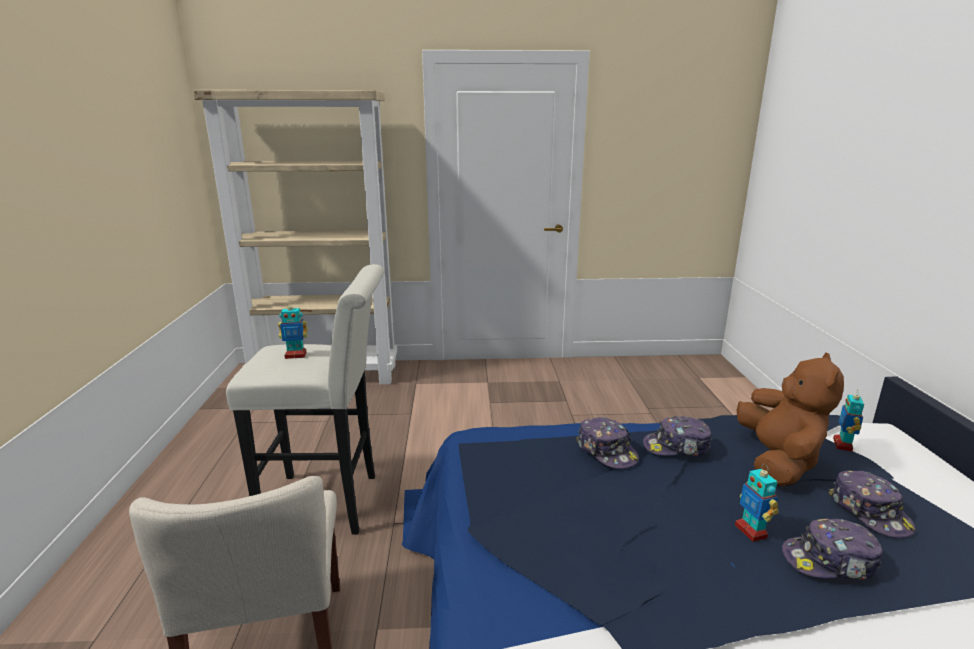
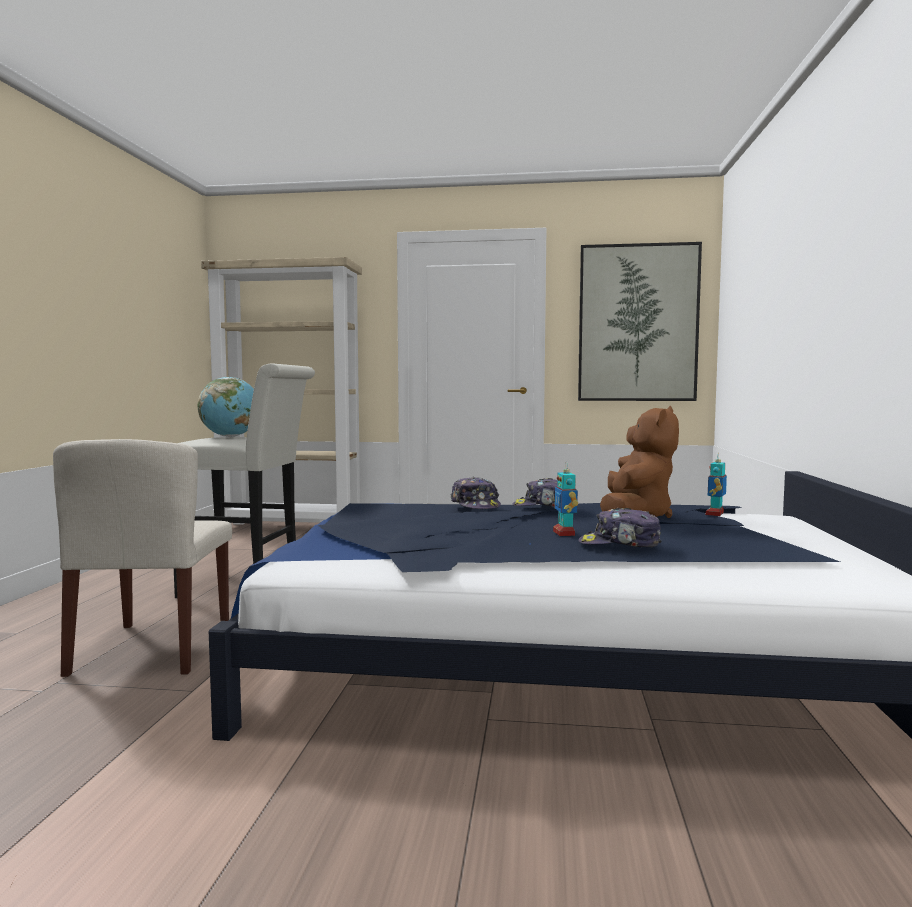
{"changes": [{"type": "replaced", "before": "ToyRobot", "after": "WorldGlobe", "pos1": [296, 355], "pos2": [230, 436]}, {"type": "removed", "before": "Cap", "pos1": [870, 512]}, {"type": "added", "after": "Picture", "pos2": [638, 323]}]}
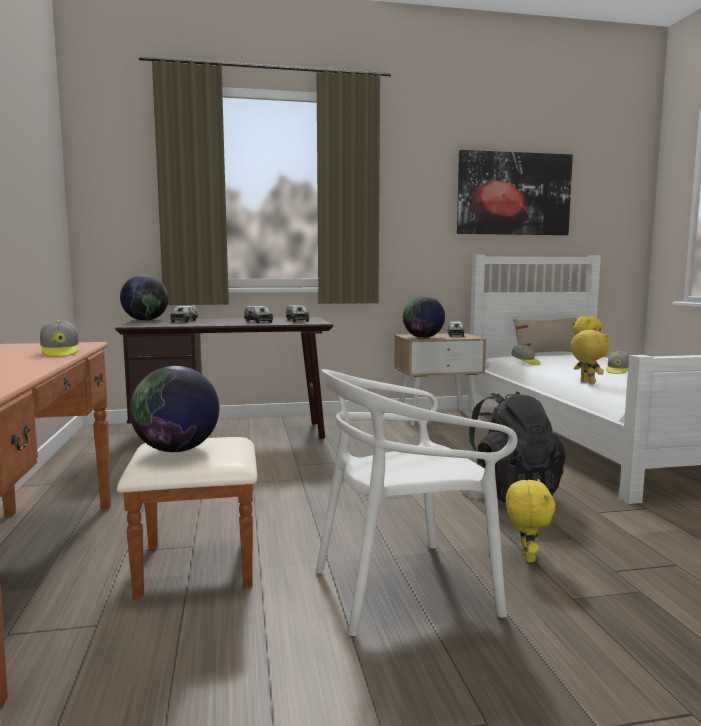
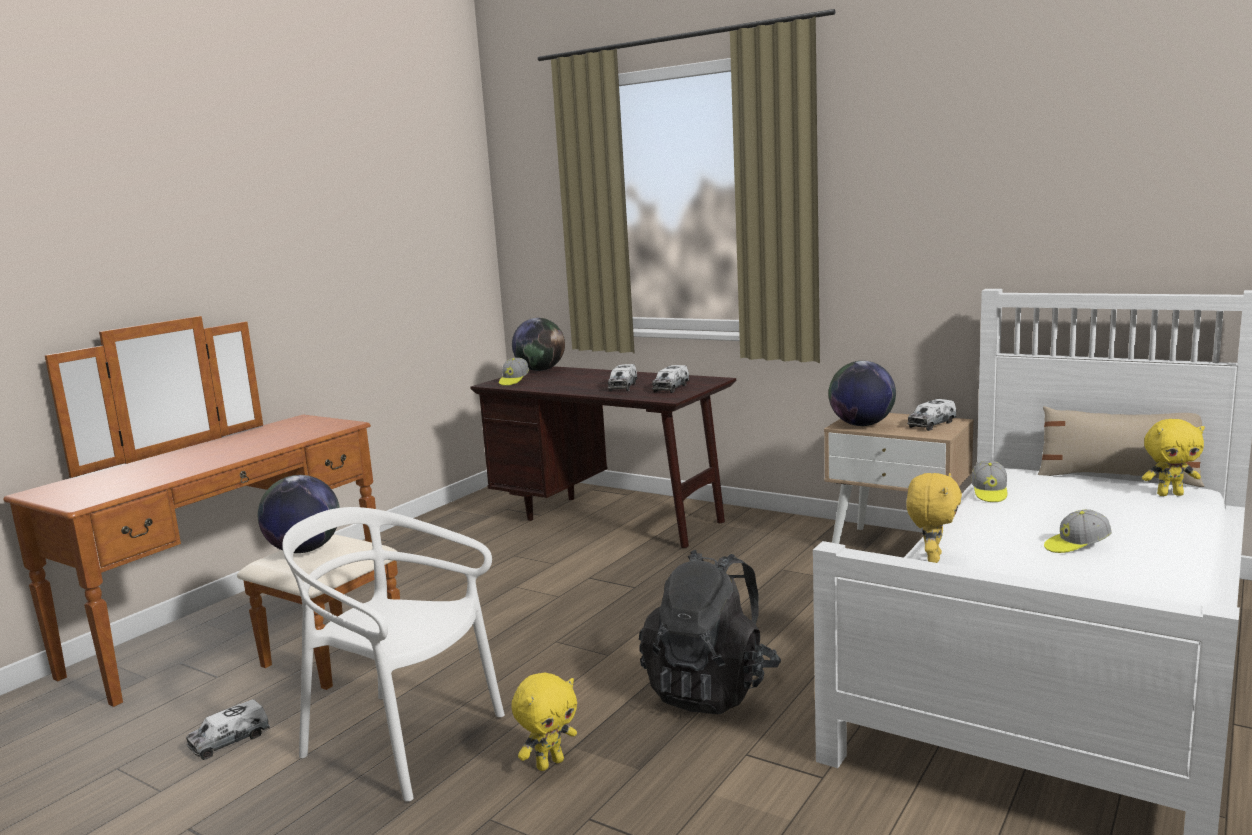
{"changes": [{"type": "removed", "before": "Picture", "pos1": [513, 194]}, {"type": "moved", "before": "ToyTruck", "pos1": [184, 321], "pos2": [229, 741]}, {"type": "moved", "before": "Cap", "pos1": [60, 353], "pos2": [514, 381]}]}
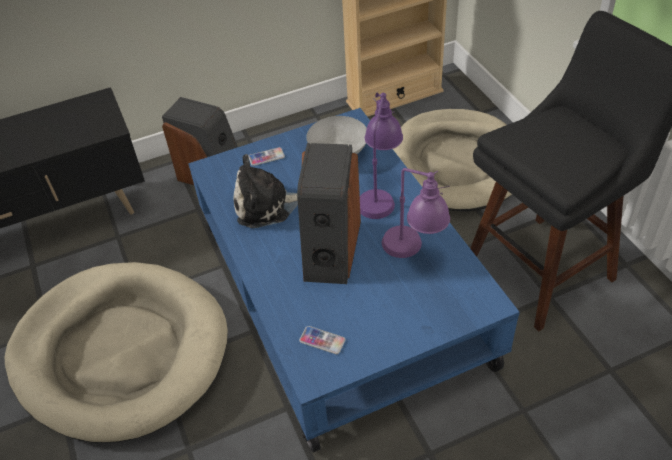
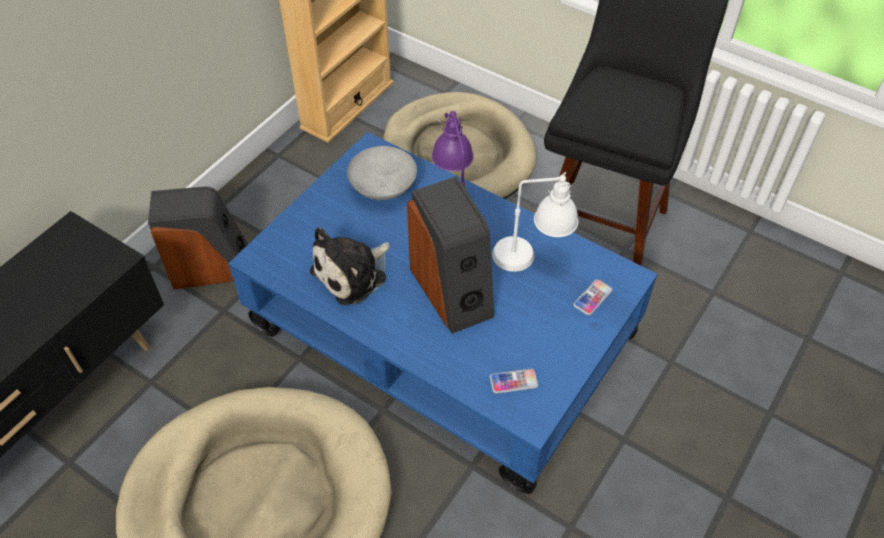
{"changes": [{"type": "moved", "before": "Handset", "pos1": [266, 157], "pos2": [592, 297]}, {"type": "recoloured", "before": "PurpleLampForATable", "after": "WhiteColouredLampForATable", "pos1": [414, 252], "pos2": [531, 259]}]}
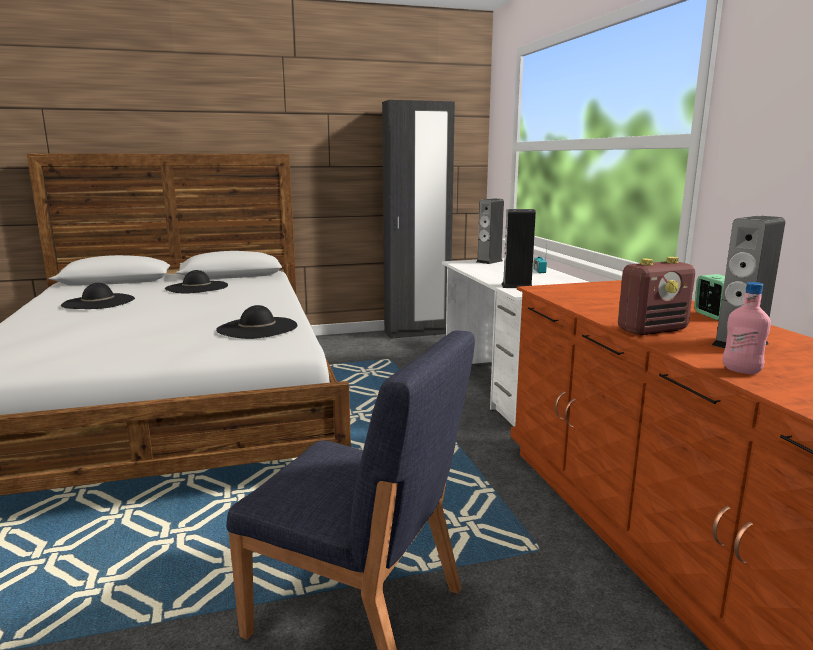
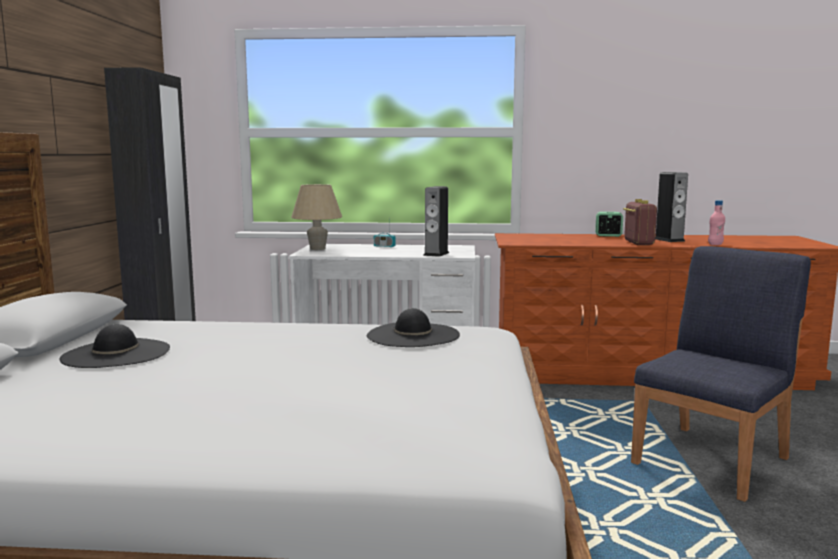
{"changes": [{"type": "replaced", "before": "AudioSpeaker", "after": "BeigeLampForATable", "pos1": [489, 261], "pos2": [317, 249]}, {"type": "removed", "before": "BlackishClothingHat", "pos1": [98, 302]}]}
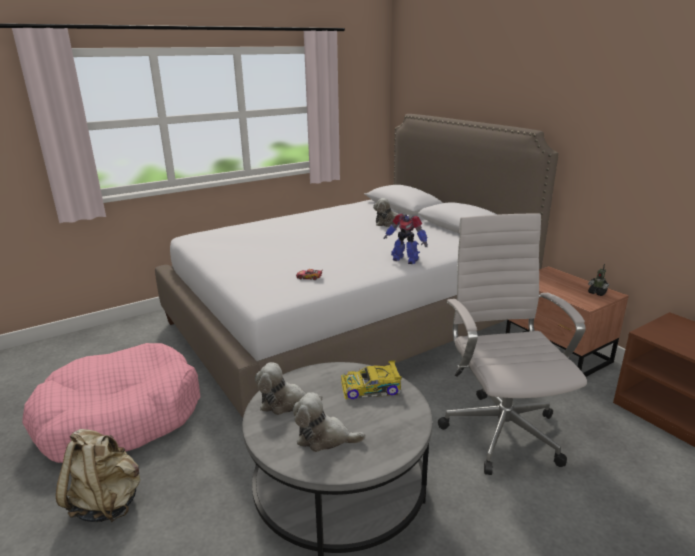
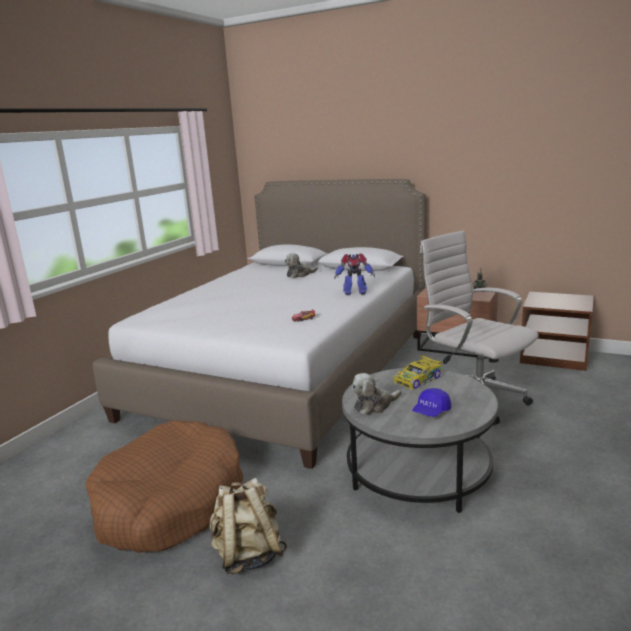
{"changes": [{"type": "recoloured", "before": "PinkDogCushion", "after": "BrownDogCushion", "pos1": [120, 417], "pos2": [170, 502]}, {"type": "replaced", "before": "CuddlyToy", "after": "BlueColouredCap", "pos1": [324, 438], "pos2": [431, 412]}]}
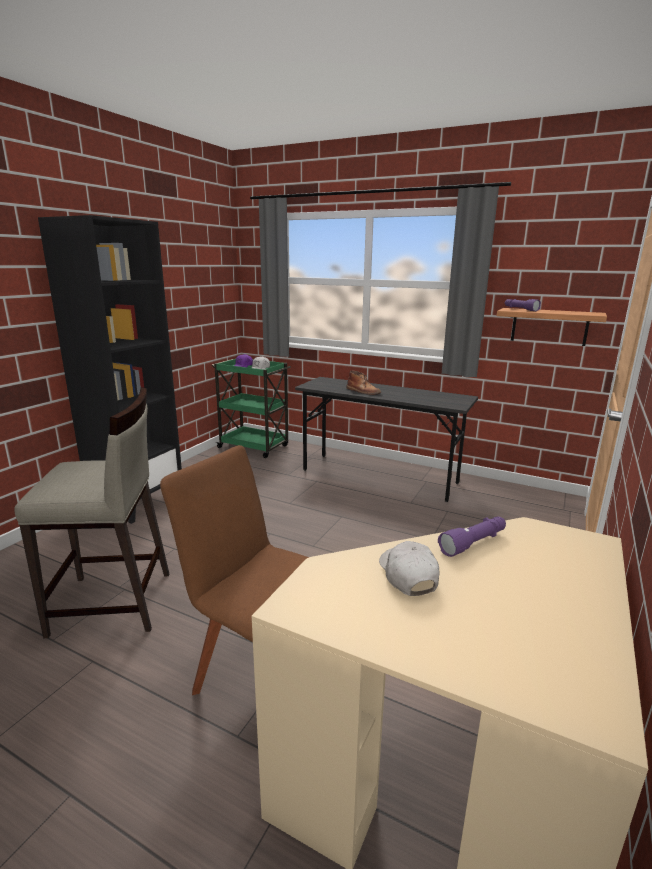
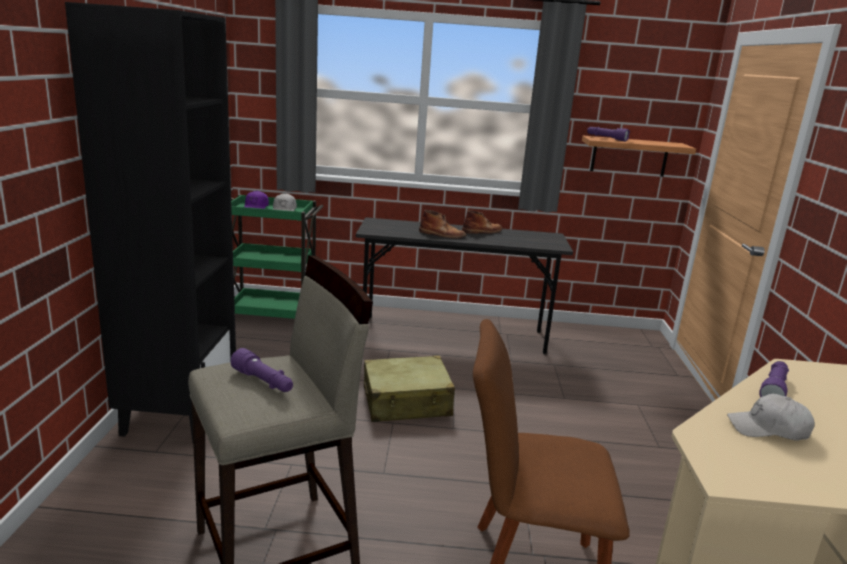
{"changes": [{"type": "turned", "before": "WhiteColouredCap", "pos1": [407, 575], "pos2": [768, 429], "turn": -45}, {"type": "added", "after": "BrownHighTopBoot", "pos2": [483, 231]}, {"type": "added", "after": "PurpleTorch", "pos2": [263, 382]}, {"type": "added", "after": "BeigeSuitcase", "pos2": [407, 402]}]}
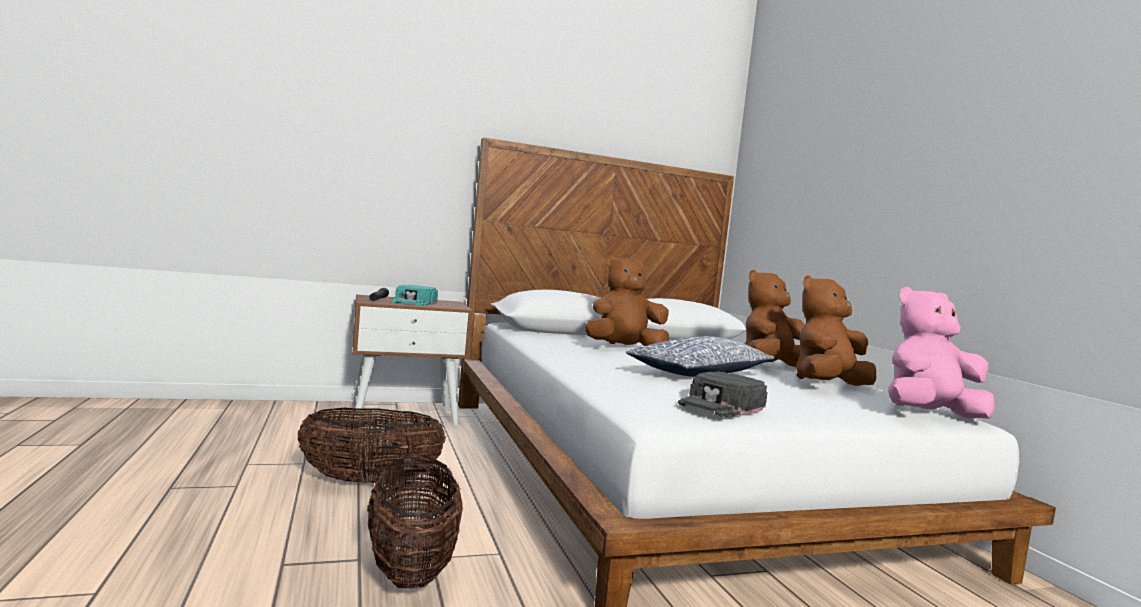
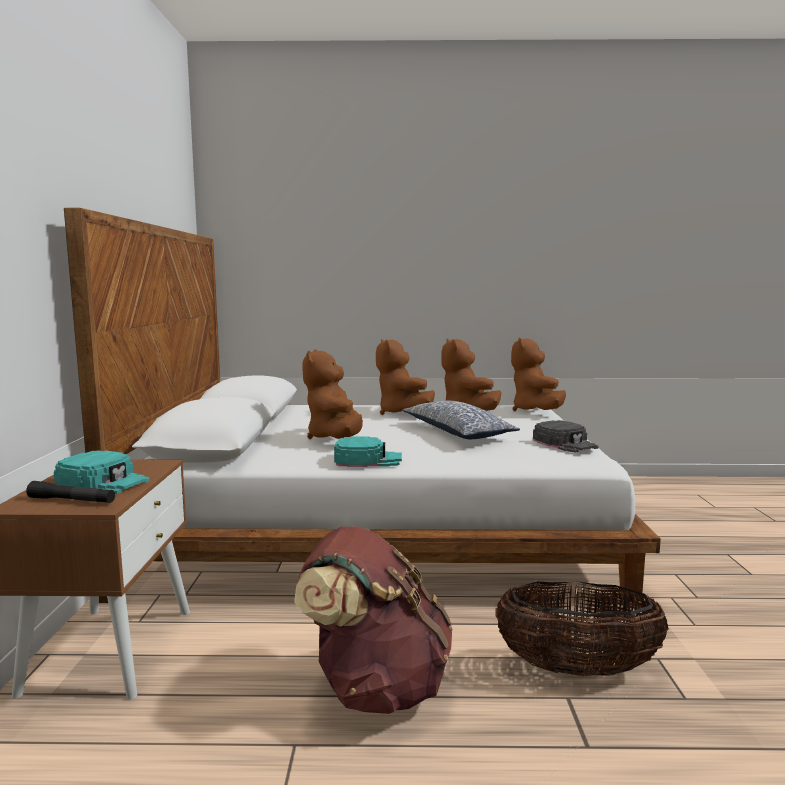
{"changes": [{"type": "recoloured", "before": "PinkCuddlyToy", "after": "BrownCuddlyToy", "pos1": [929, 415], "pos2": [535, 411]}, {"type": "replaced", "before": "Basket", "after": "BrownBackpack", "pos1": [370, 482], "pos2": [375, 687]}, {"type": "added", "after": "TurquoiseCap", "pos2": [368, 460]}]}
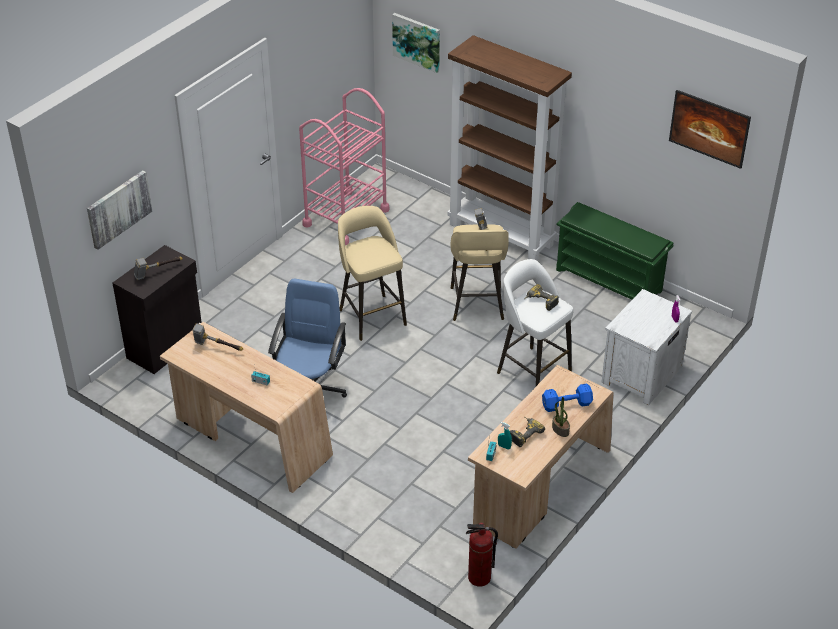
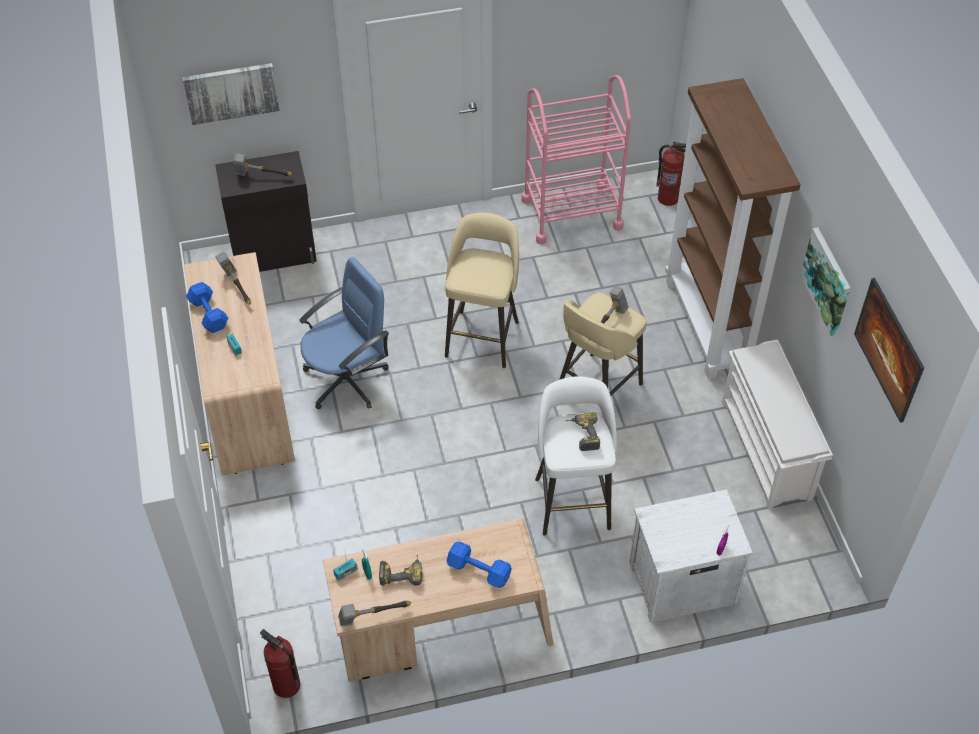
{"changes": [{"type": "moved", "before": "Picture", "pos1": [417, 41], "pos2": [827, 281]}, {"type": "recoloured", "before": "GreenShoeRack", "after": "WhiteColouredShoeRack", "pos1": [610, 280], "pos2": [767, 450]}, {"type": "removed", "before": "Houseplant", "pos1": [560, 429]}, {"type": "added", "after": "Extinguisher", "pos2": [668, 198]}, {"type": "added", "after": "BlueColouredHandWeight", "pos2": [208, 313]}, {"type": "added", "after": "HandHammer", "pos2": [372, 617]}]}
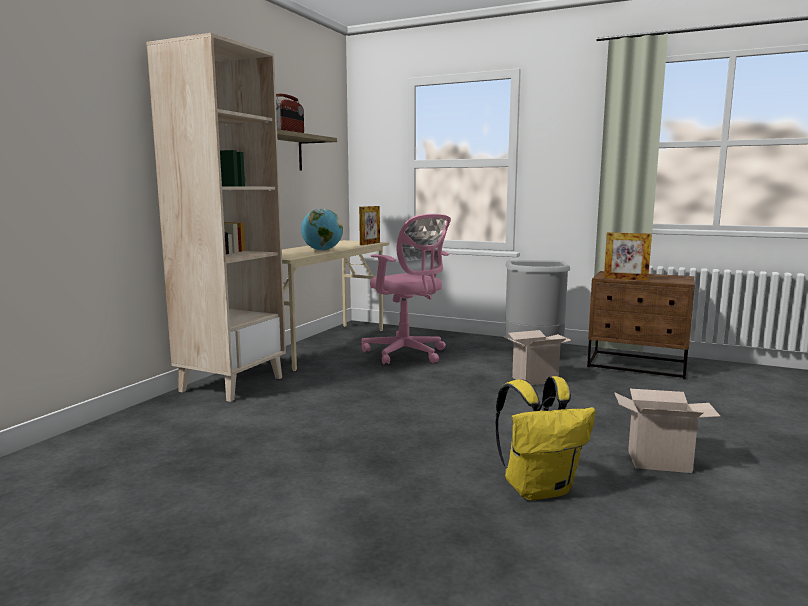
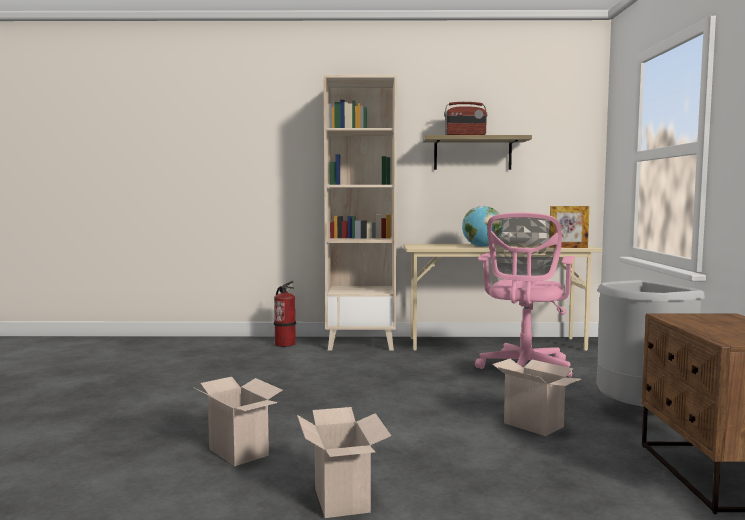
{"changes": [{"type": "removed", "before": "StandingFrame", "pos1": [625, 279]}, {"type": "replaced", "before": "YellowishBackpack", "after": "PackingBox", "pos1": [539, 489], "pos2": [241, 452]}, {"type": "added", "after": "Extinguisher", "pos2": [285, 344]}]}
